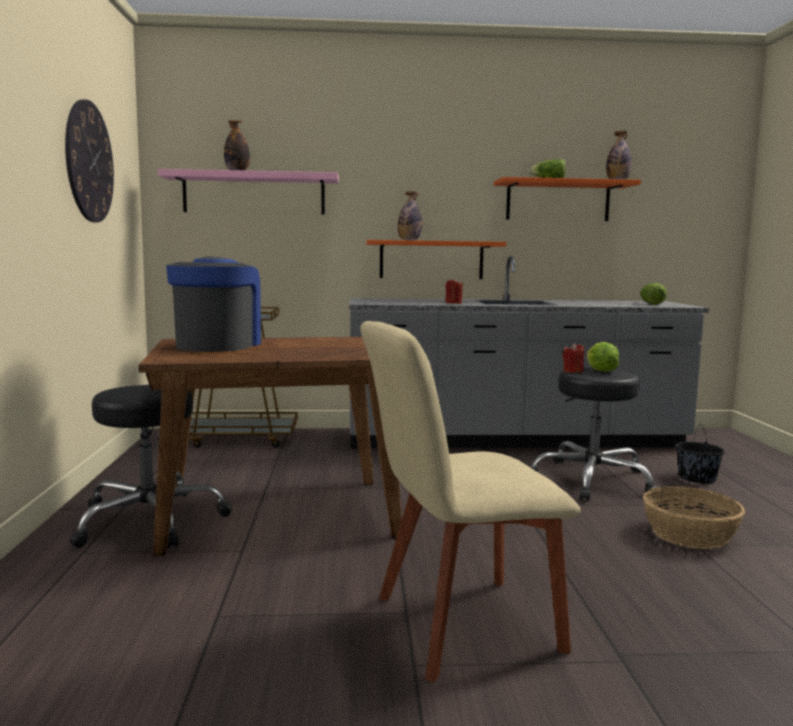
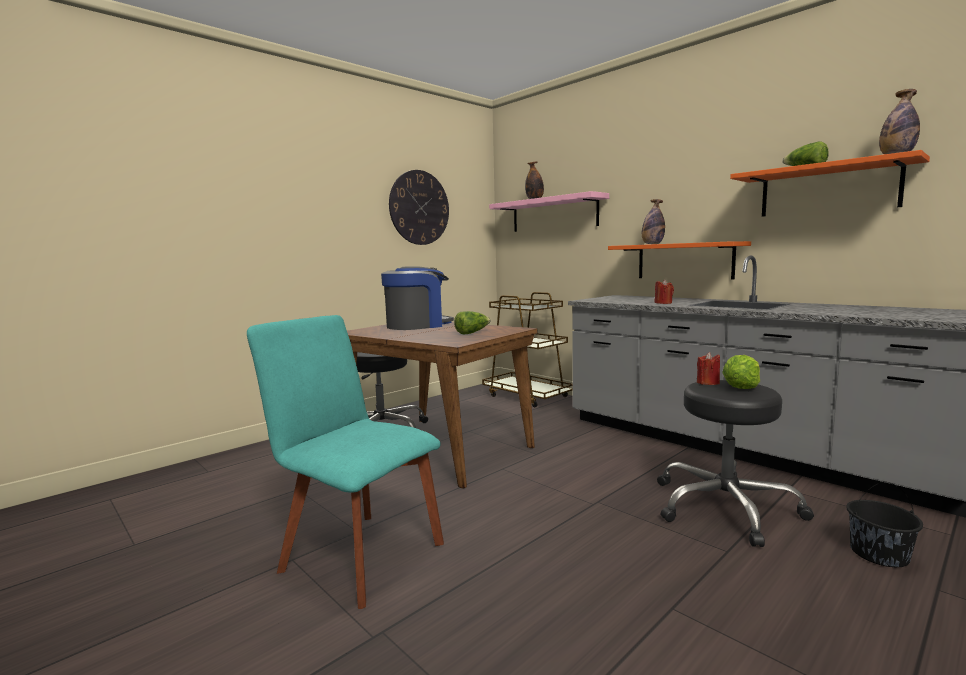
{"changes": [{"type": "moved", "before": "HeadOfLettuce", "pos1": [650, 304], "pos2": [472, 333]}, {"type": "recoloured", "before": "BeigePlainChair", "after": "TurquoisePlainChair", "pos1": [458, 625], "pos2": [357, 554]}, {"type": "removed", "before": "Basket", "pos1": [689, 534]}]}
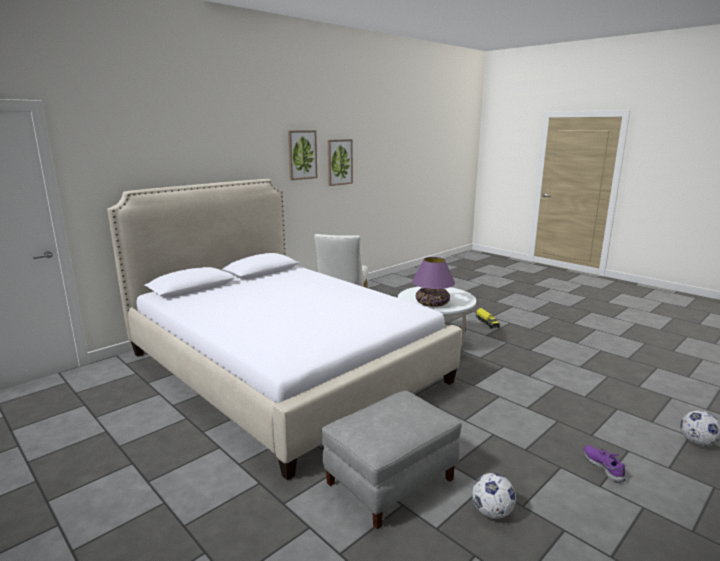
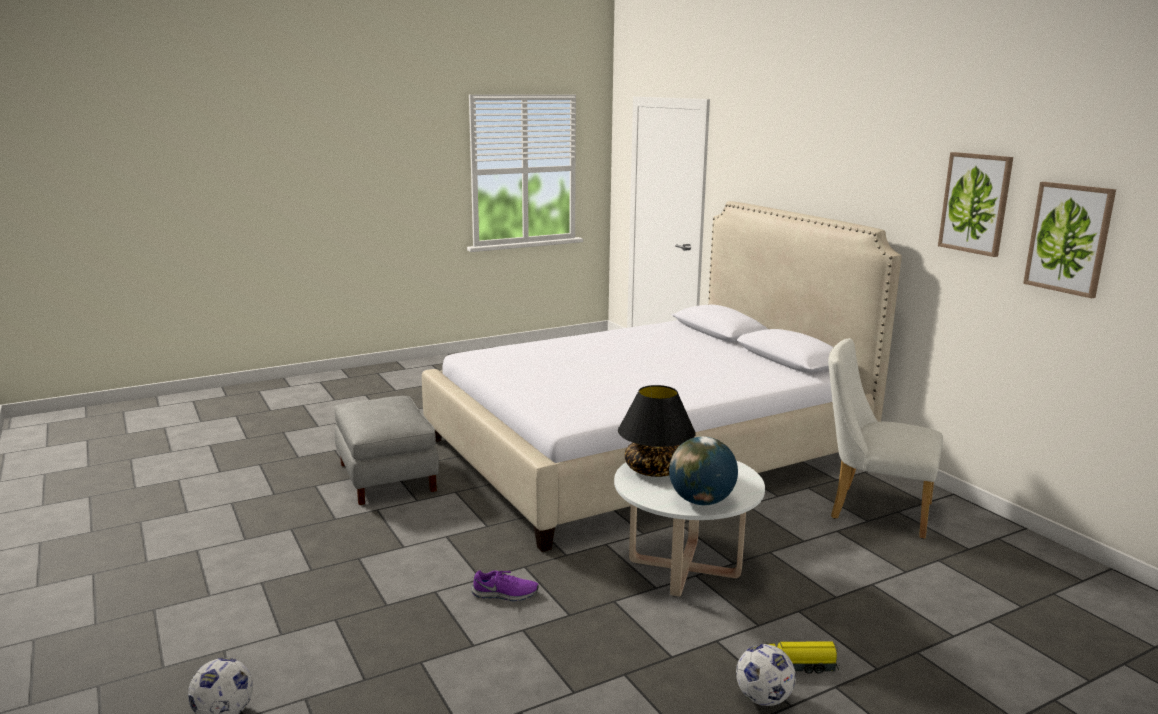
{"changes": [{"type": "recoloured", "before": "PurpleLampForATable", "after": "BlackishLampForATable", "pos1": [432, 304], "pos2": [655, 469]}, {"type": "moved", "before": "PurpleLowShoe", "pos1": [603, 466], "pos2": [505, 594]}, {"type": "moved", "before": "Football", "pos1": [492, 512], "pos2": [763, 699]}, {"type": "added", "after": "WorldGlobe", "pos2": [702, 501]}]}
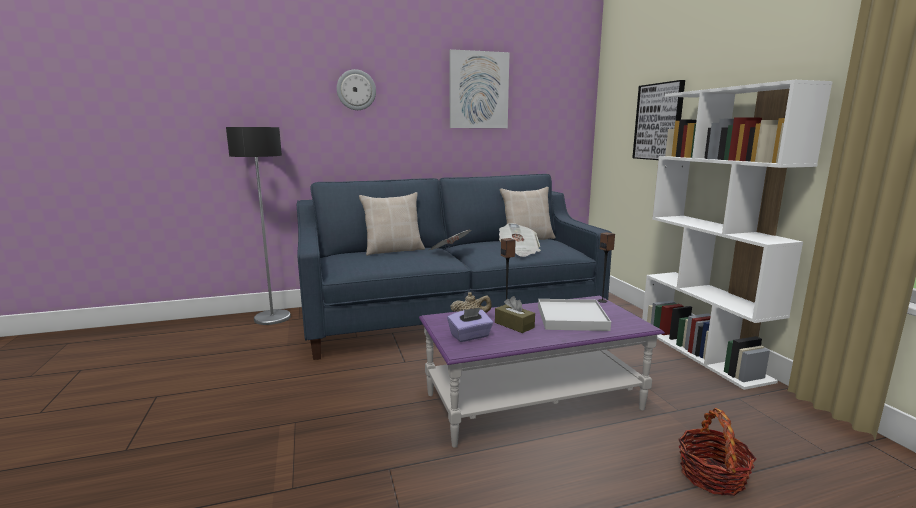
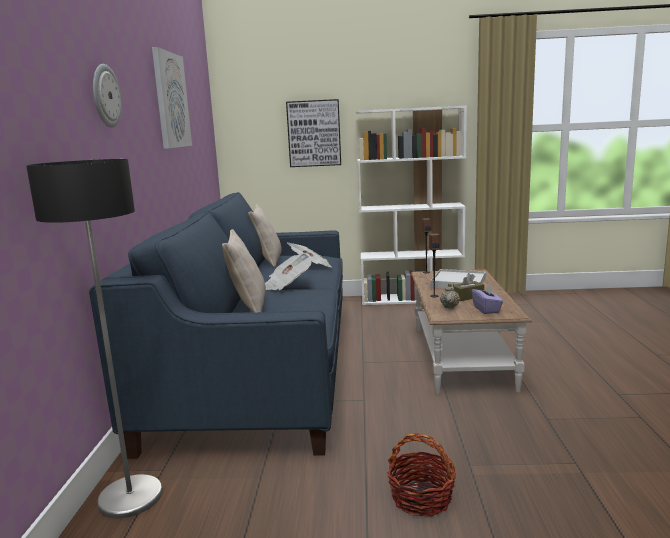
{"changes": [{"type": "recoloured", "before": "PurpleCoffeeTable", "after": "BrownCoffeeTable", "pos1": [533, 401], "pos2": [461, 357]}, {"type": "moved", "before": "Basket", "pos1": [712, 476], "pos2": [421, 498]}]}
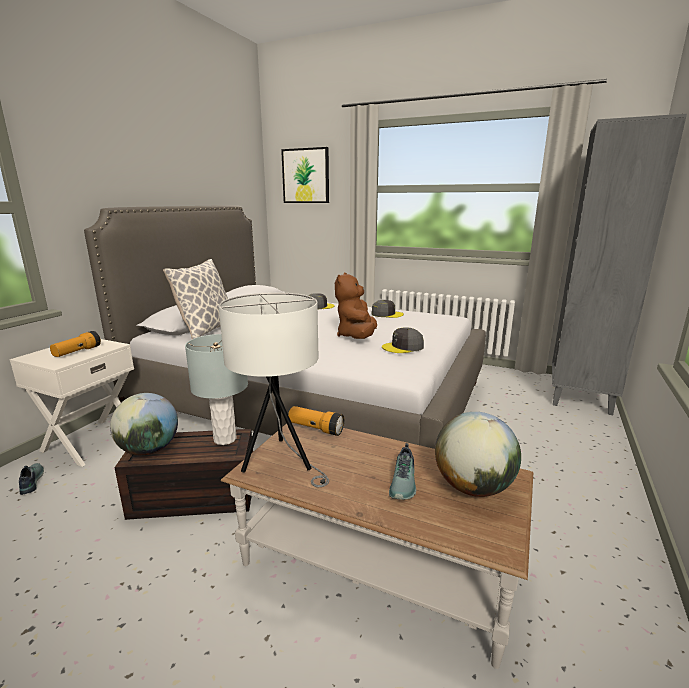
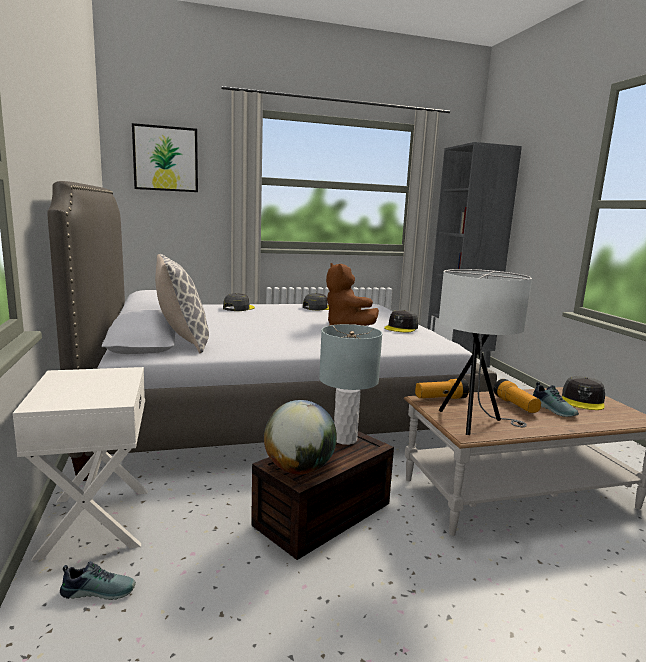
{"changes": [{"type": "moved", "before": "Torch", "pos1": [77, 352], "pos2": [515, 405]}, {"type": "replaced", "before": "WorldGlobe", "after": "GreyCap", "pos1": [473, 487], "pos2": [583, 400]}, {"type": "turned", "before": "LowShoe", "pos1": [30, 482], "pos2": [99, 590], "turn": 150}]}
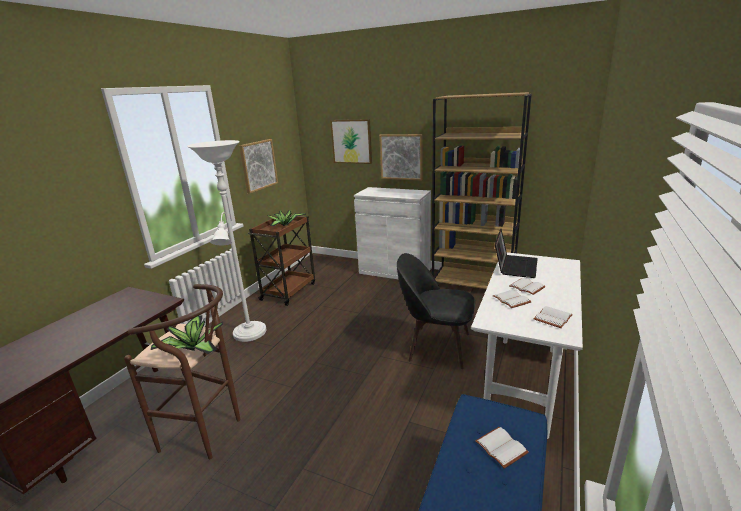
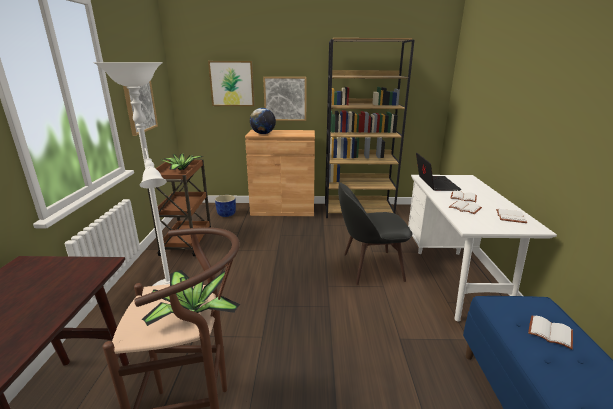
{"changes": [{"type": "recoloured", "before": "WhiteColouredCupboard", "after": "BrownCupboard", "pos1": [394, 271], "pos2": [283, 209]}, {"type": "added", "after": "WorldGlobe", "pos2": [263, 134]}, {"type": "added", "after": "BlueColouredPlanter", "pos2": [226, 214]}]}
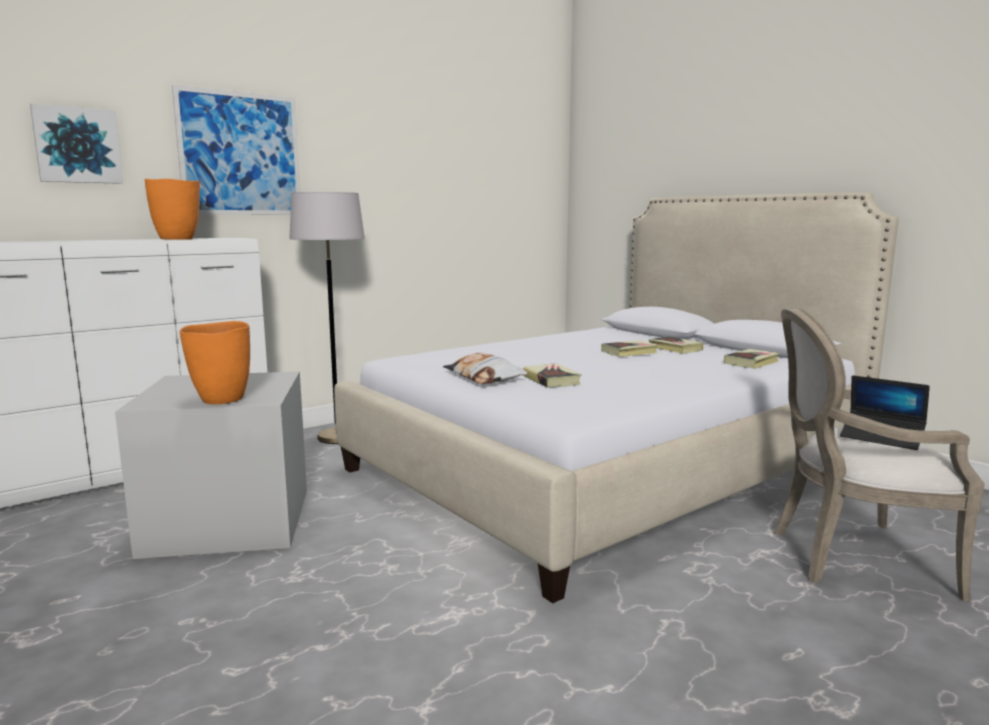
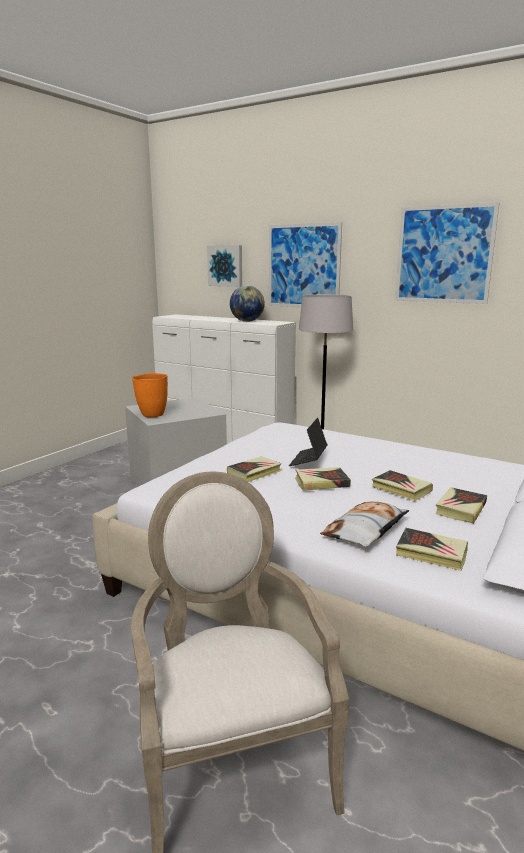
{"changes": [{"type": "replaced", "before": "OrangeColouredFlowerVase", "after": "WorldGlobe", "pos1": [178, 239], "pos2": [247, 321]}, {"type": "moved", "before": "Cushion", "pos1": [484, 377], "pos2": [366, 530]}, {"type": "moved", "before": "Laptop", "pos1": [881, 438], "pos2": [308, 460]}, {"type": "added", "after": "Picture", "pos2": [444, 254]}, {"type": "added", "after": "Book", "pos2": [321, 482]}]}
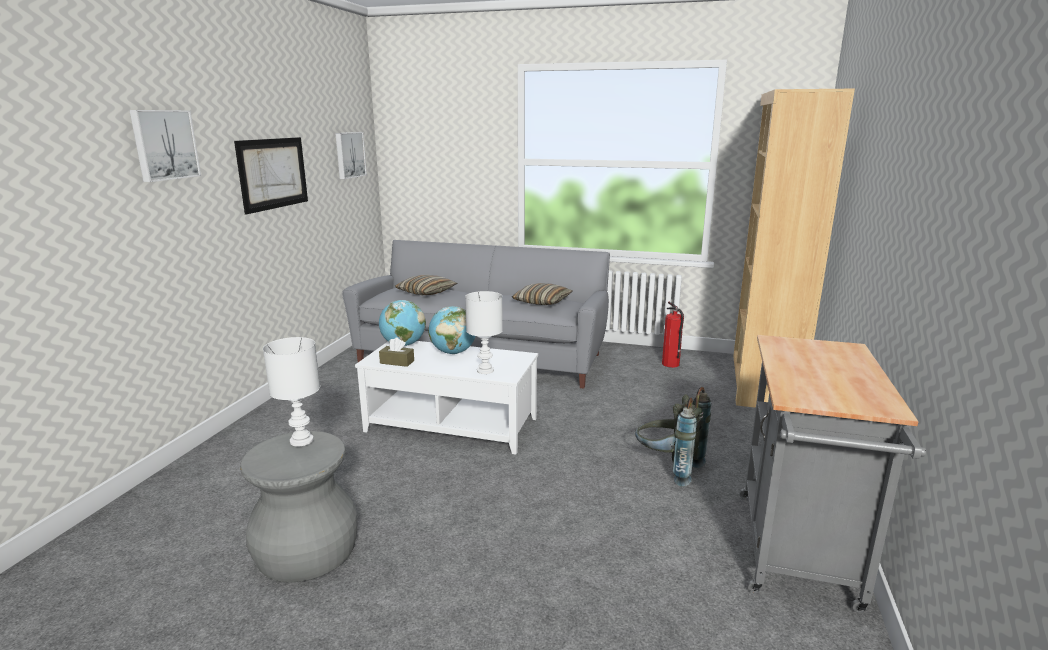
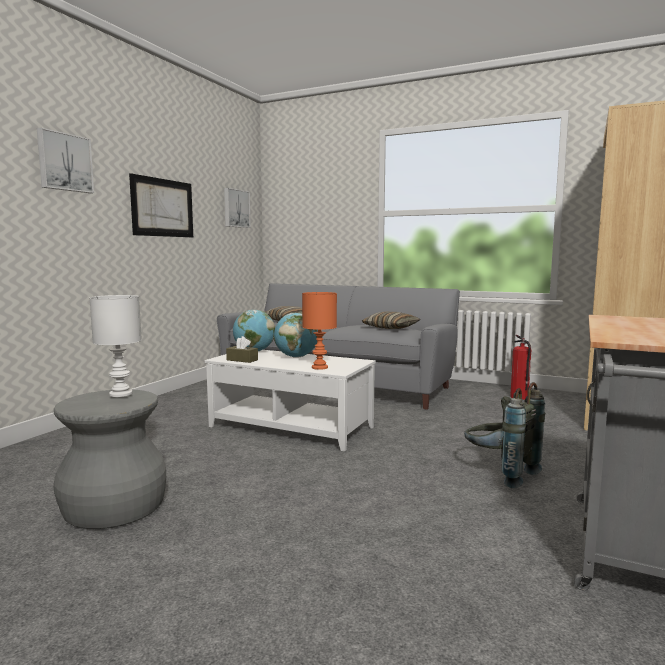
{"changes": [{"type": "recoloured", "before": "WhiteColouredLampForATable", "after": "OrangeColouredLampForATable", "pos1": [485, 370], "pos2": [320, 367]}]}
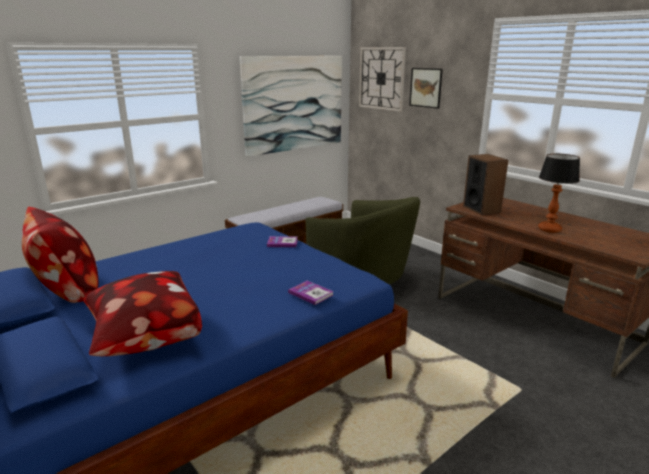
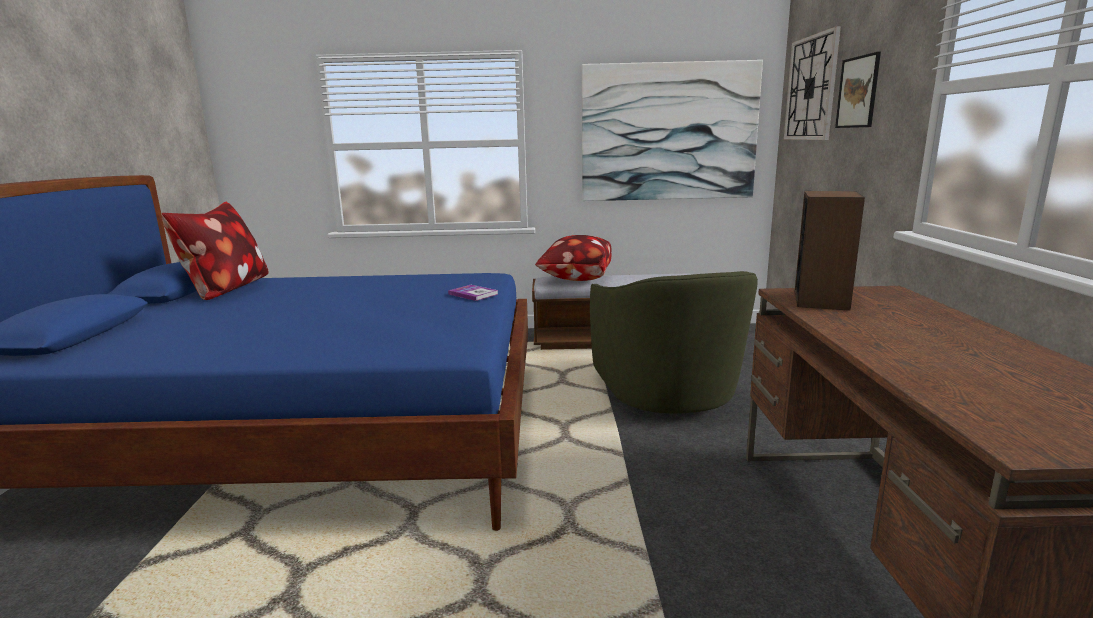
{"changes": [{"type": "removed", "before": "LampForATable", "pos1": [549, 229]}, {"type": "moved", "before": "Cushion", "pos1": [145, 340], "pos2": [575, 279]}, {"type": "removed", "before": "Book", "pos1": [311, 293]}]}
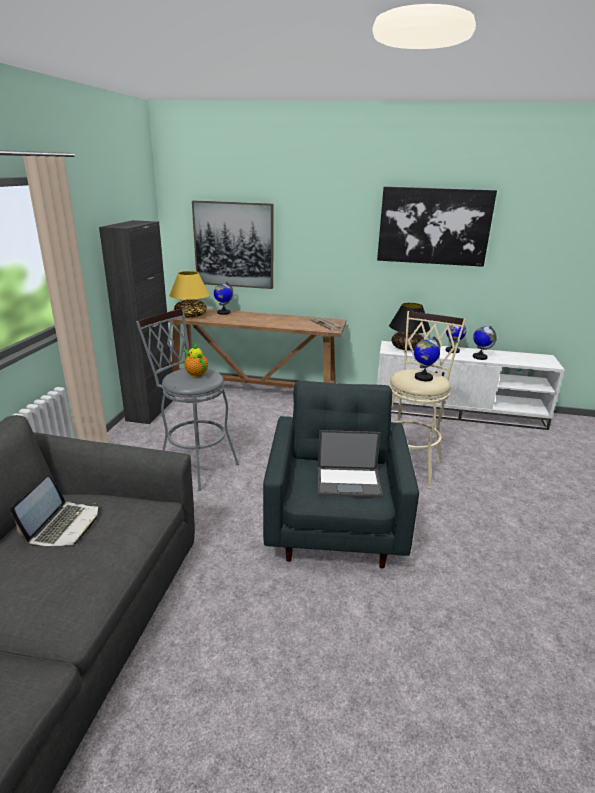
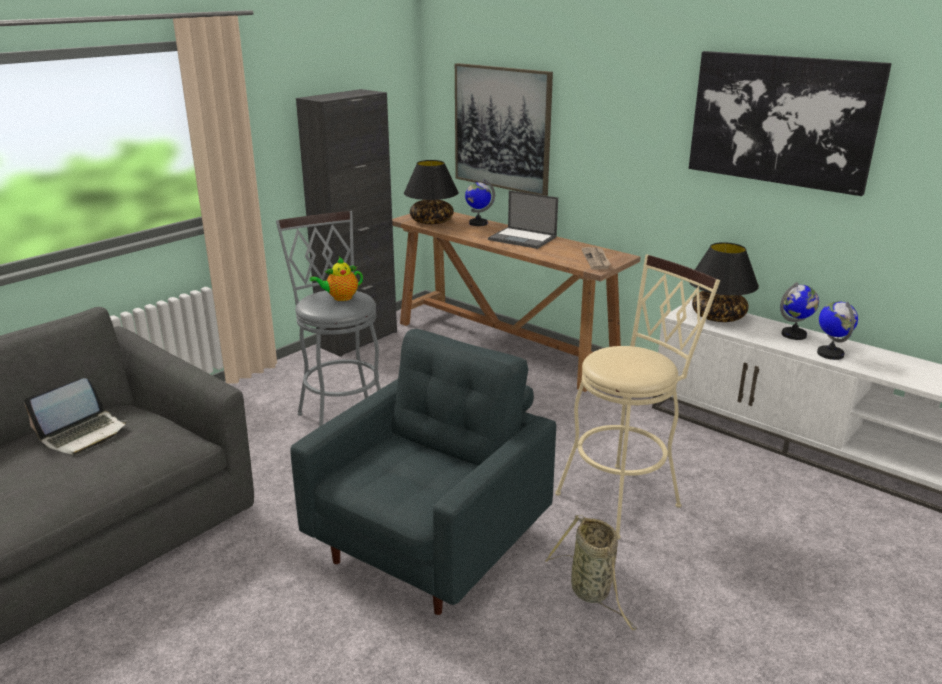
{"changes": [{"type": "recoloured", "before": "YellowishLampForATable", "after": "BlackishLampForATable", "pos1": [191, 315], "pos2": [431, 222]}, {"type": "removed", "before": "WorldGlobe", "pos1": [423, 377]}, {"type": "turned", "before": "PotForTea", "pos1": [196, 374], "pos2": [340, 298], "turn": -105}, {"type": "moved", "before": "Laptop", "pos1": [349, 482], "pos2": [523, 238]}, {"type": "added", "after": "Basket", "pos2": [592, 593]}]}
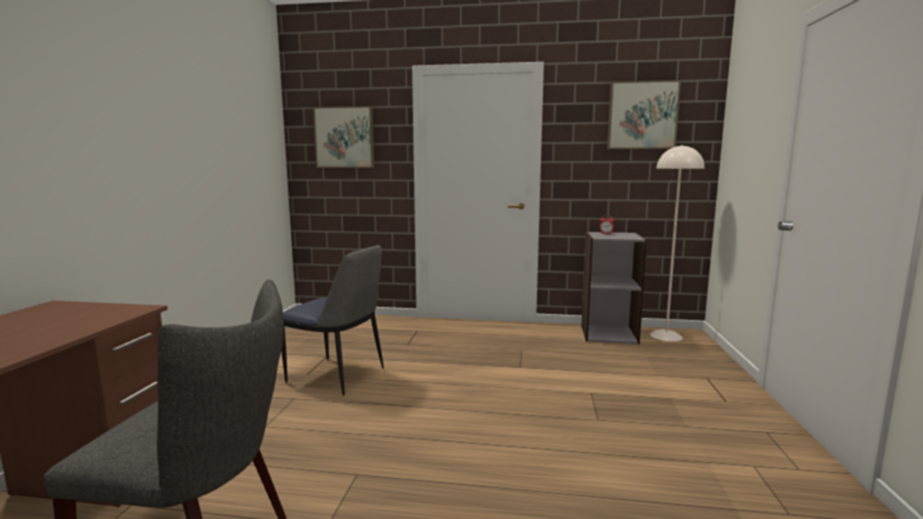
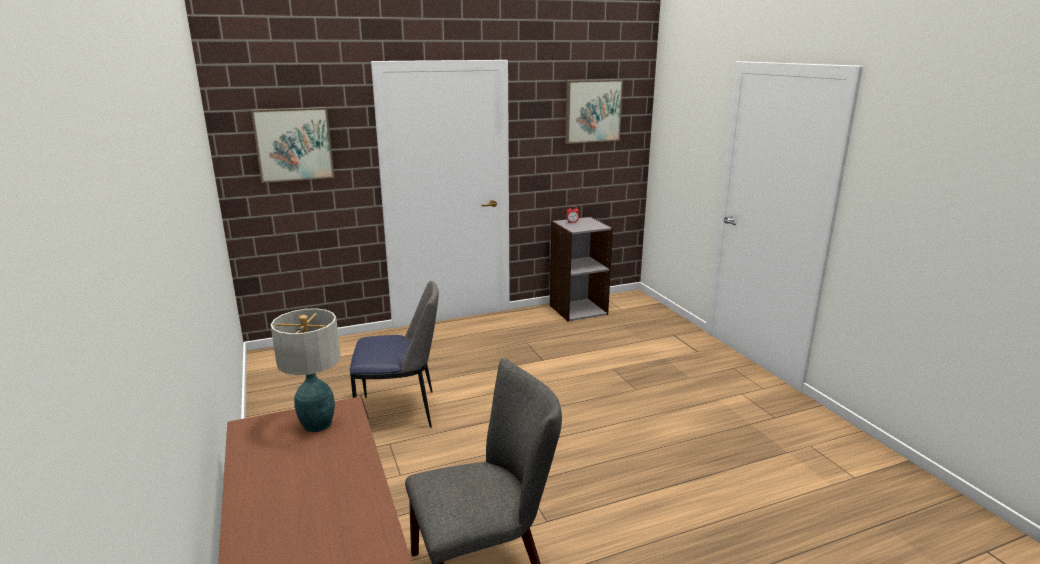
{"changes": [{"type": "removed", "before": "BeigeStandingLamp", "pos1": [666, 336]}, {"type": "added", "after": "LampForATable", "pos2": [317, 424]}]}
